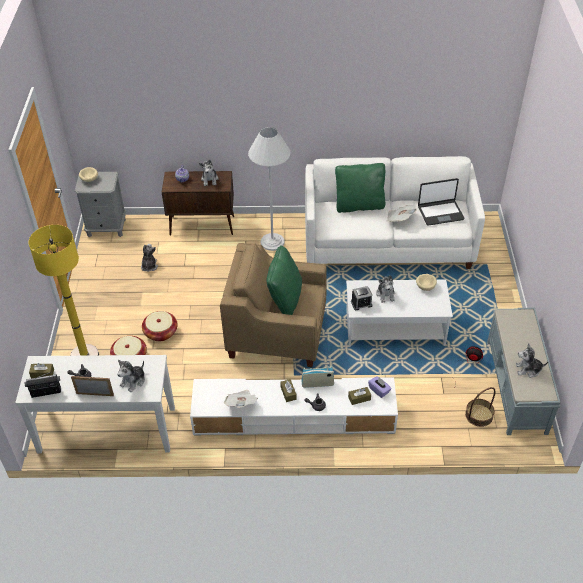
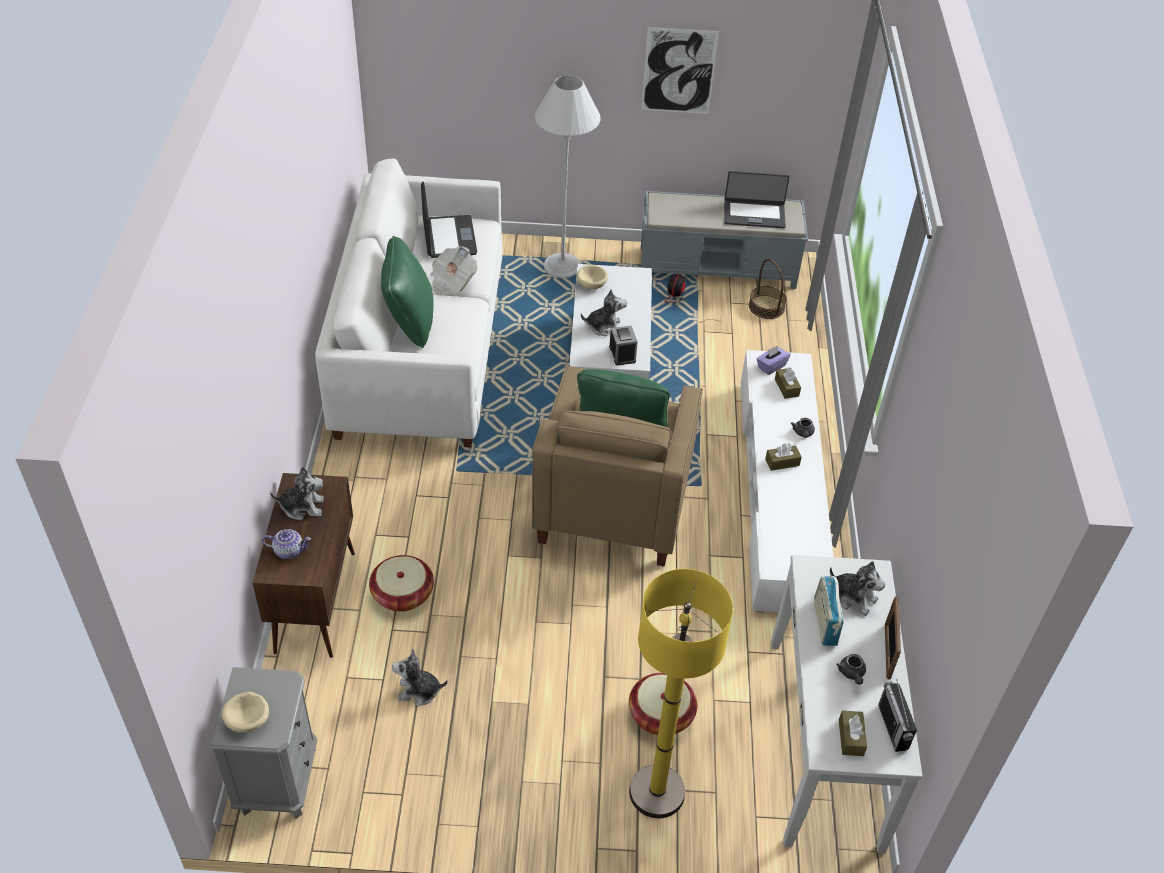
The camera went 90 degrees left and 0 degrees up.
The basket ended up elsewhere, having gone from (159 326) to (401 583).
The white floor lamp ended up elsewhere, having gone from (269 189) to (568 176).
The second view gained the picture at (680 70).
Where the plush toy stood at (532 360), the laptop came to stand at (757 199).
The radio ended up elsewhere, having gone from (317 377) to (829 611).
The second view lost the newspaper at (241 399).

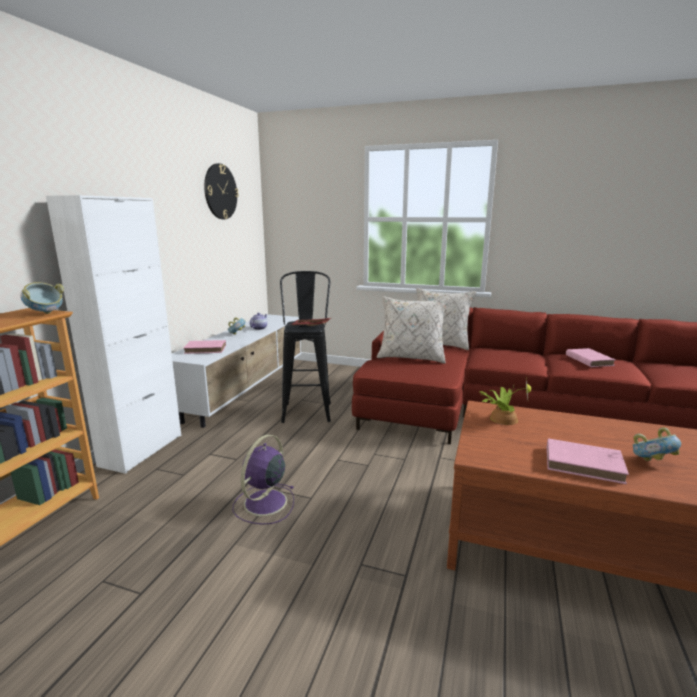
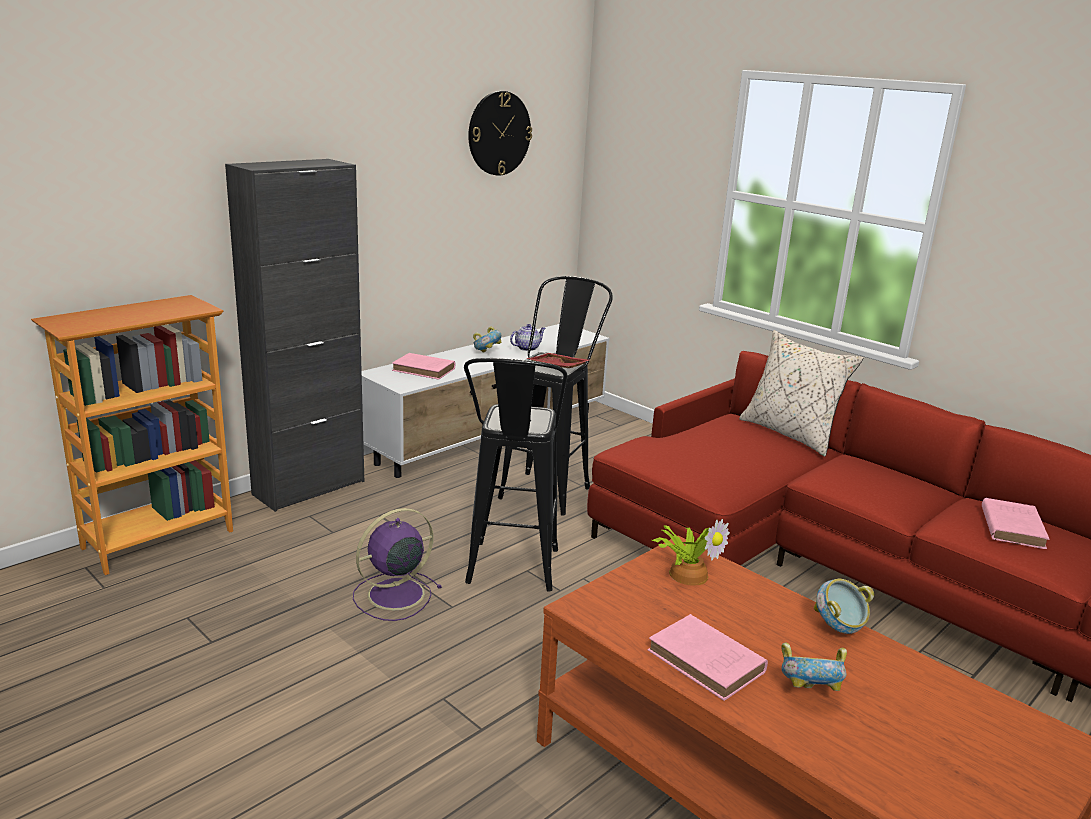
The camera went 25 degrees right and 5 degrees up.
What was the white cabinet at (113 334) turned into the black cabinet at (294 335).
The second view gained the black stool at (515 475).
The bowl ended up elsewhere, having gone from (42 298) to (844 606).
The second view lost the beige pillow at (413 330).

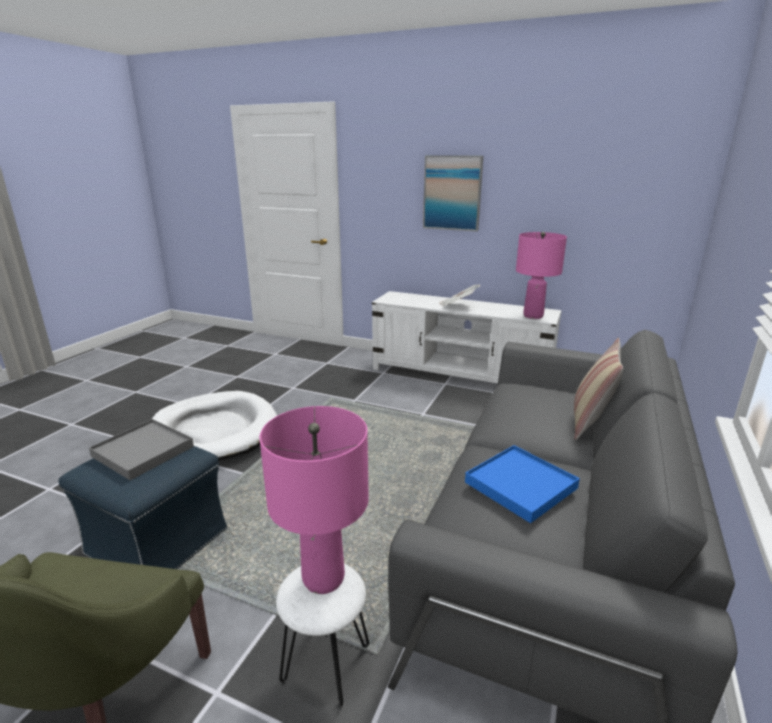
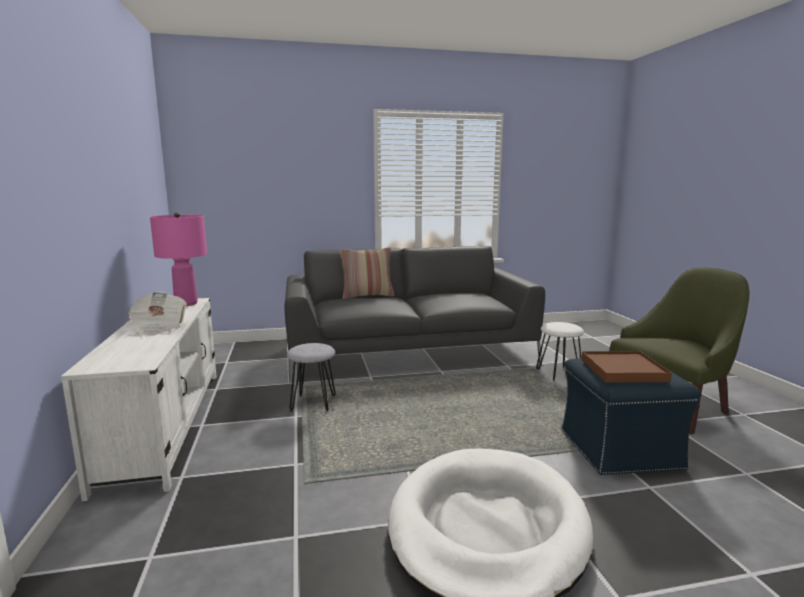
The camera went 125 degrees left and 10 degrees down.
The second view gained the grey stool at (311 377).
What was the grey tray at (141 449) turned into the brown tray at (626 367).
The second view lost the pink table lamp at (314 500).
The second view lost the picture at (453 193).
The second view lost the blue tray at (522 484).

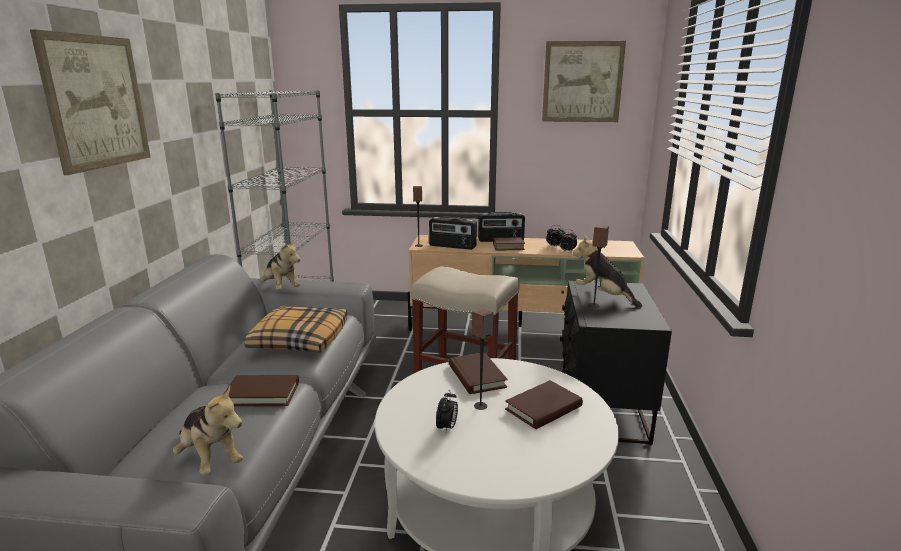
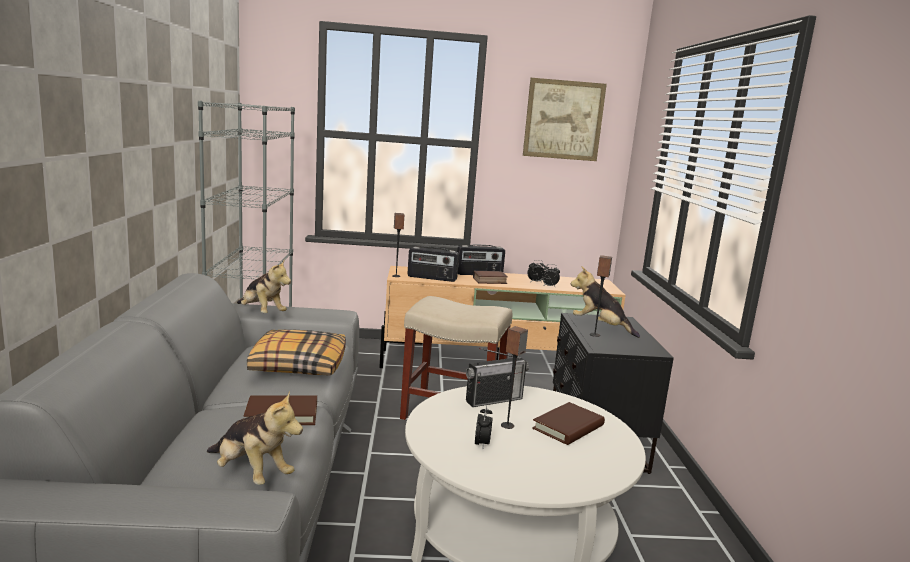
The camera went 10 degrees left and 5 degrees down.
Where the brown book stood at (478 373), the radio came to stand at (497 377).
The second view lost the picture at (90 102).

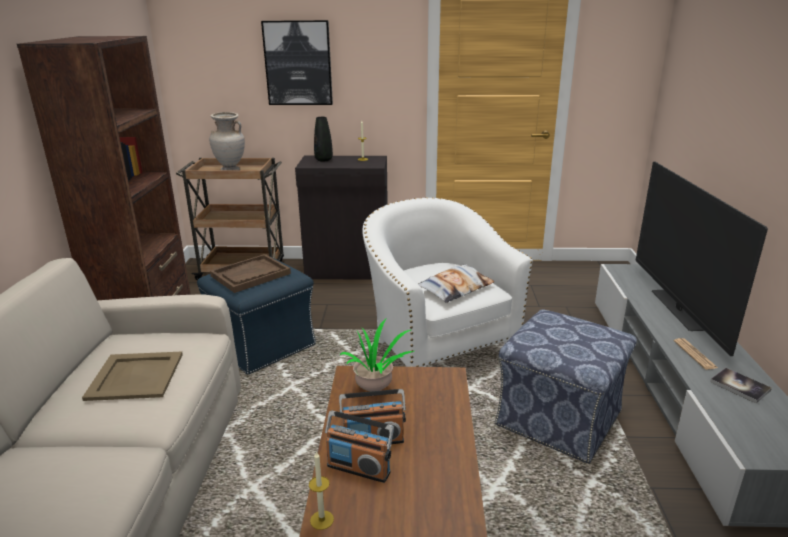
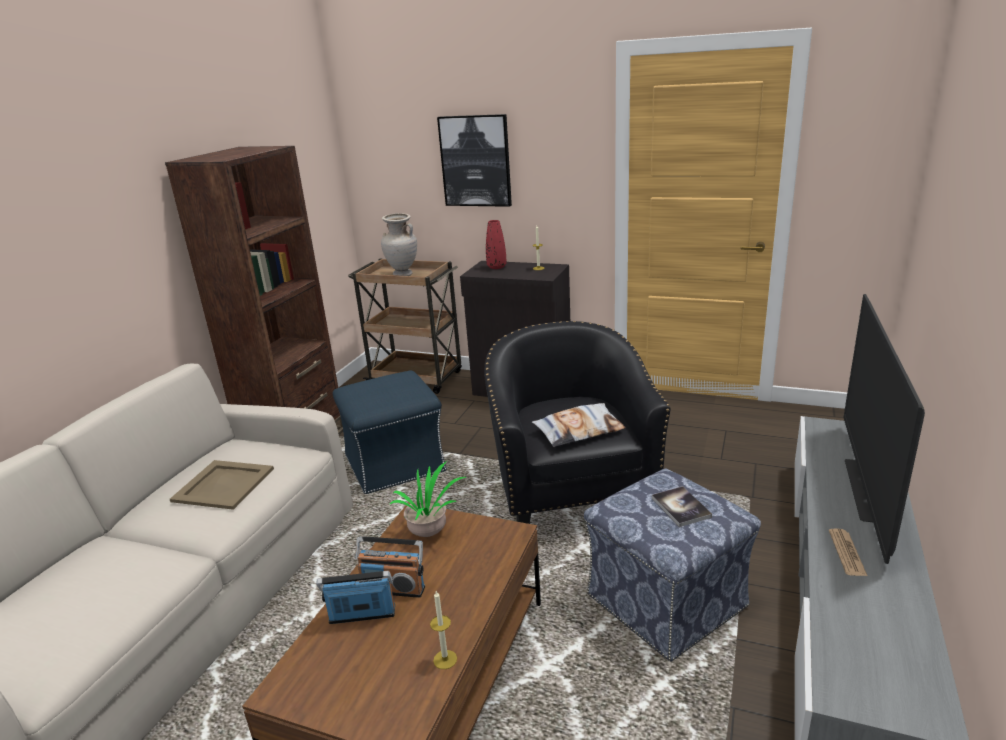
The camera went 20 degrees right and 0 degrees up.
The radio at (359 447) ended up facing another way, 135 degrees clockwise from before.
The candle ended up elsewhere, having gone from (321 490) to (443 630).
What was the white armchair at (447 282) turned into the black armchair at (577 422).
What was the black vase at (323 139) turned into the red vase at (496 244).
The book ended up elsewhere, having gone from (741 385) to (682 506).
The second view lost the brown tray at (250 273).

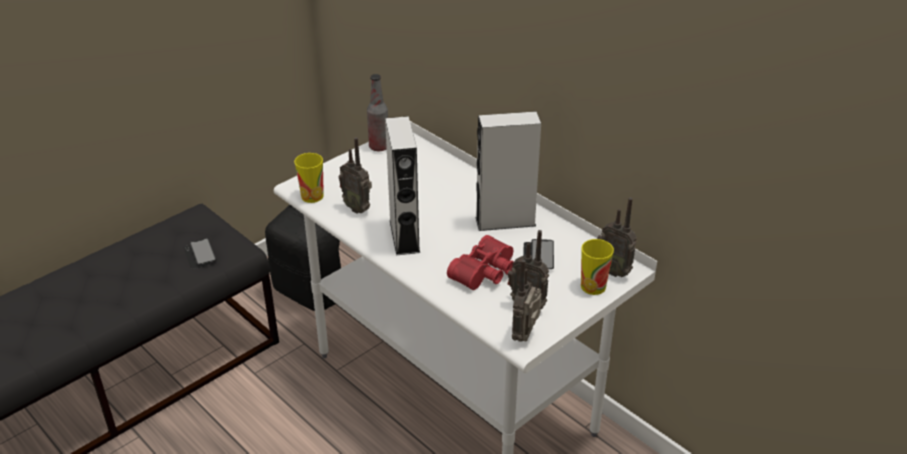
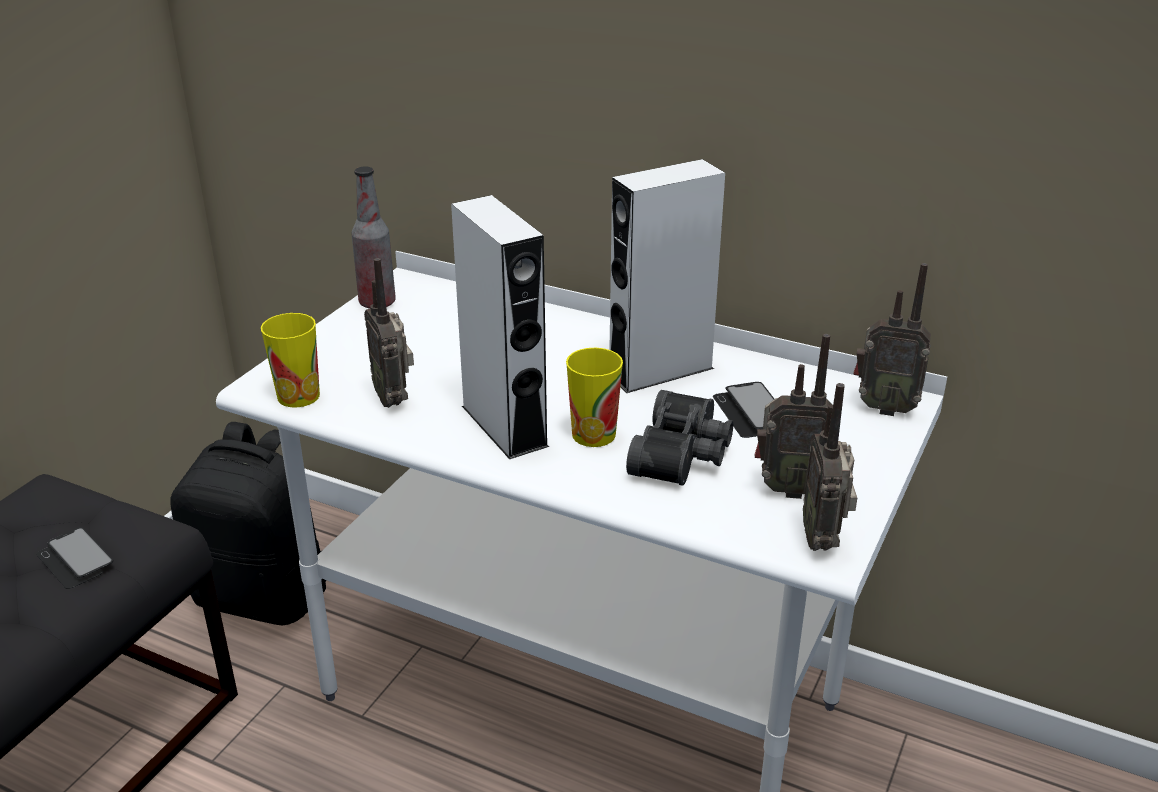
The camera went 20 degrees left and 5 degrees down.
The radio at (355 175) ended up facing another way, 45 degrees clockwise from before.
The cup ended up elsewhere, having gone from (597 267) to (594 397).
What was the red binoculars at (480 262) turned into the black binoculars at (680 438).

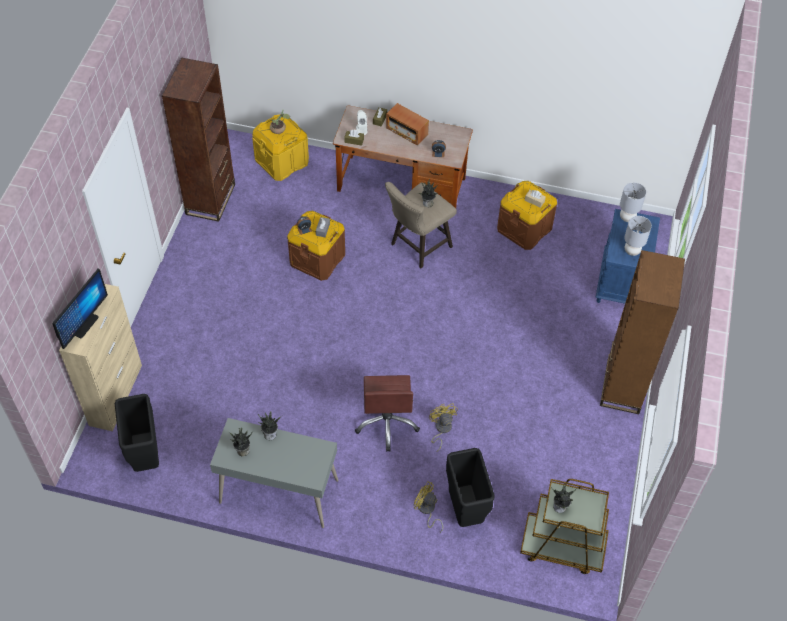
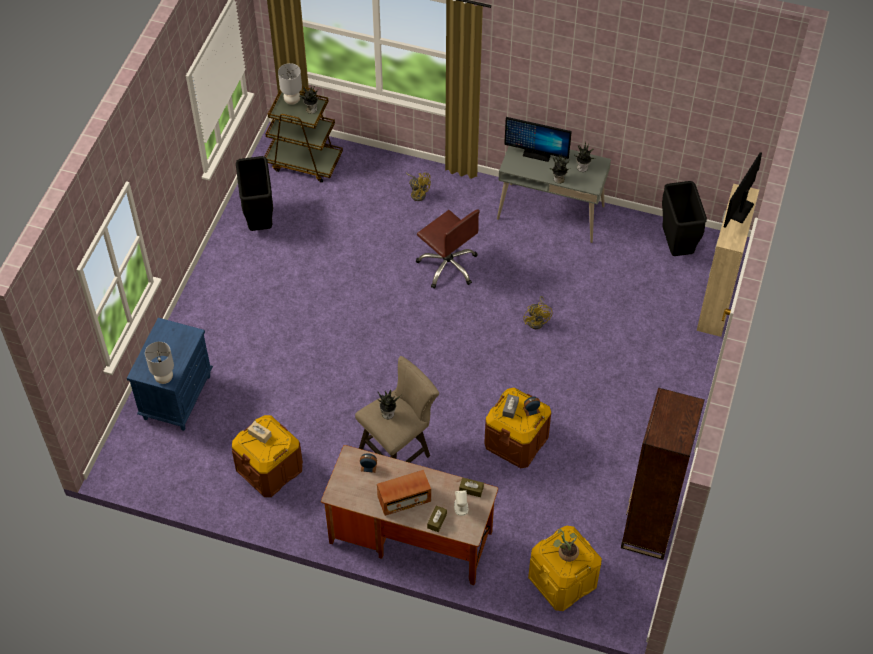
The camera went 175 degrees left and 0 degrees up.
The black trash can ended up elsewhere, having gone from (470 487) to (254 193).
The grey table lamp ended up elsewhere, having gone from (638 236) to (290 84).
The radio at (407 124) ended up facing another way, 120 degrees clockwise from before.
The brown office chair at (387 413) ended up facing another way, 135 degrees clockwise from before.
The second view gained the monitor at (538 139).
The yellow fan ended up elsewhere, having gone from (443 427) to (537 312).
The second view lost the brown bookcase at (642 332).

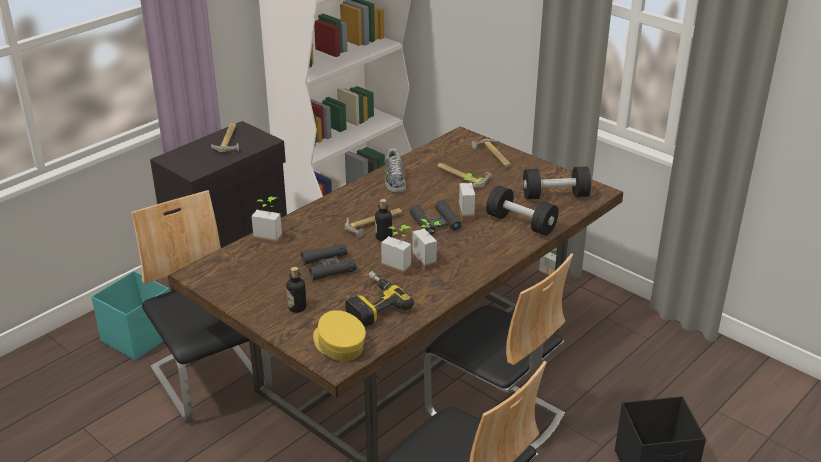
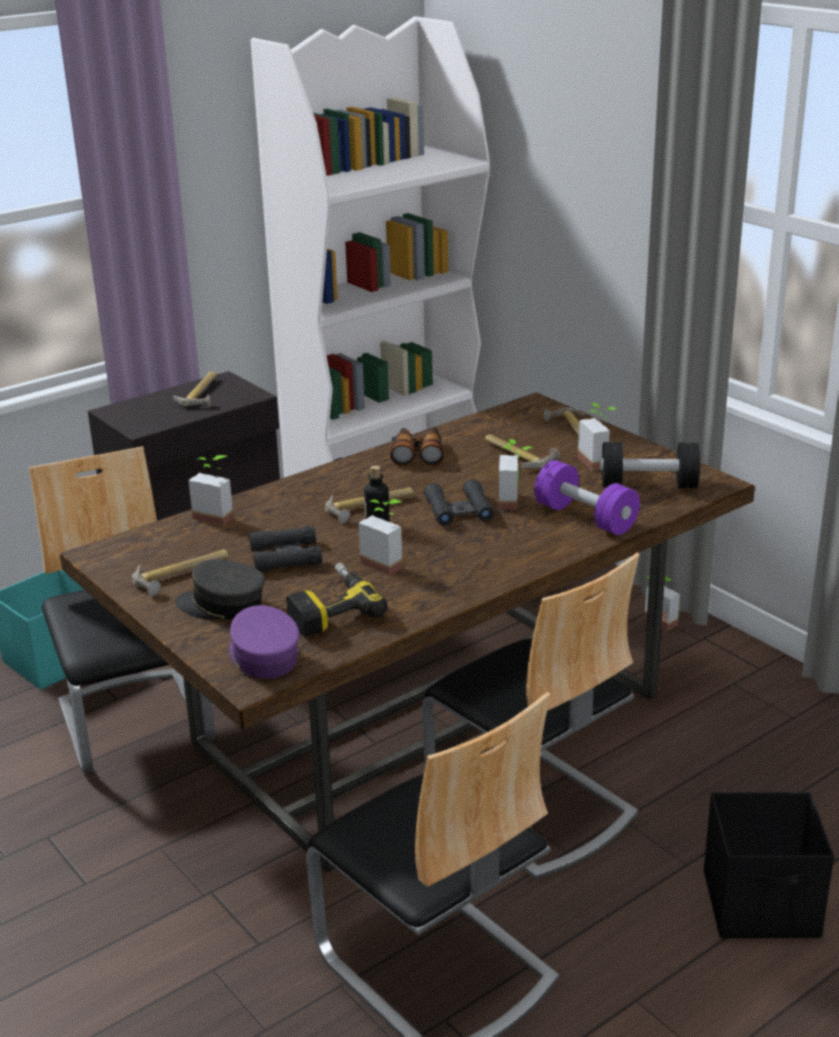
The camera went 10 degrees right and 5 degrees down.
The second view gained the hammer at (180 572).
Where the bottle stood at (296 290), the grey cap came to stand at (220 589).
What was the yellow cap at (339 335) turned into the purple cap at (264 642).
Where the shoe stood at (395 171), the binoculars came to stand at (417 447).
What was the black dumbbell at (522 210) turned into the purple dumbbell at (587 497).
The potted plant ended up elsewhere, having gone from (426 245) to (597 437).

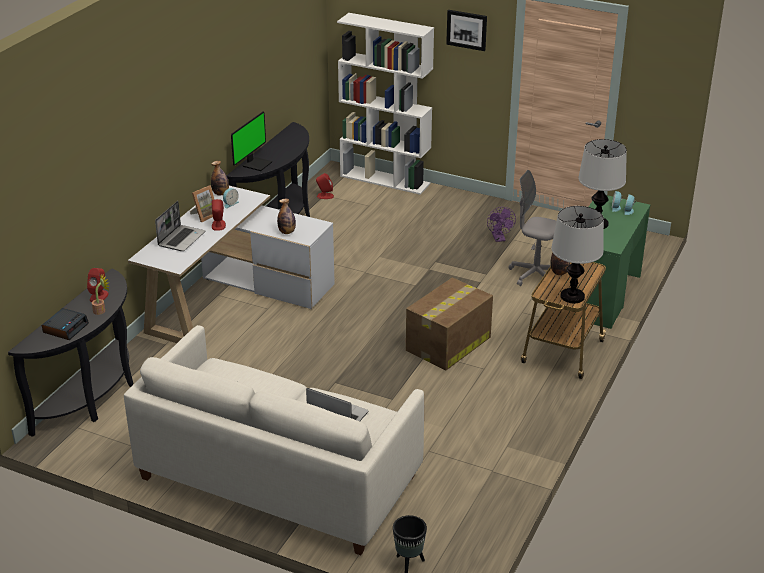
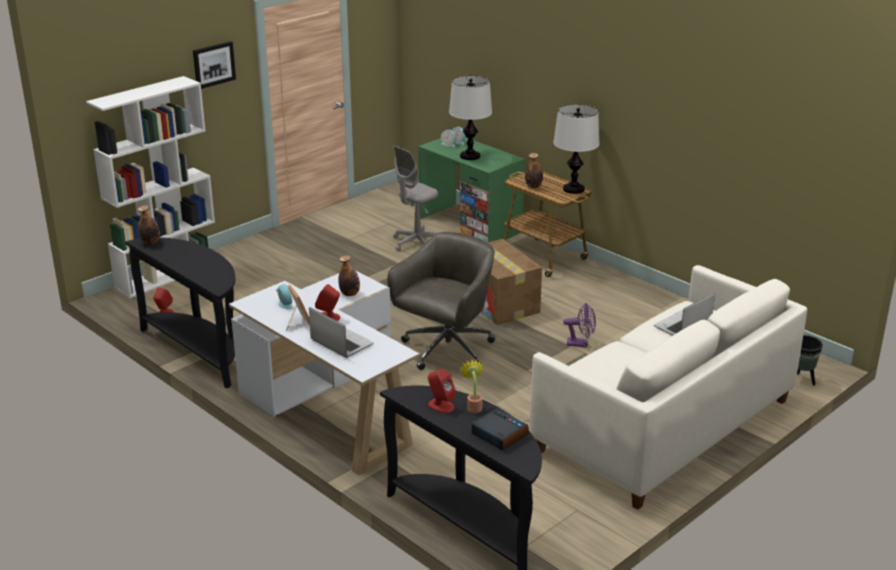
The camera went 70 degrees left and 5 degrees down.
The bottle ended up elsewhere, having gone from (220 178) to (149 225).
The second view gained the grey office chair at (441 301).
The purple fan ended up elsewhere, having gone from (501 224) to (579 325).
The second view lost the monitor at (251 141).

